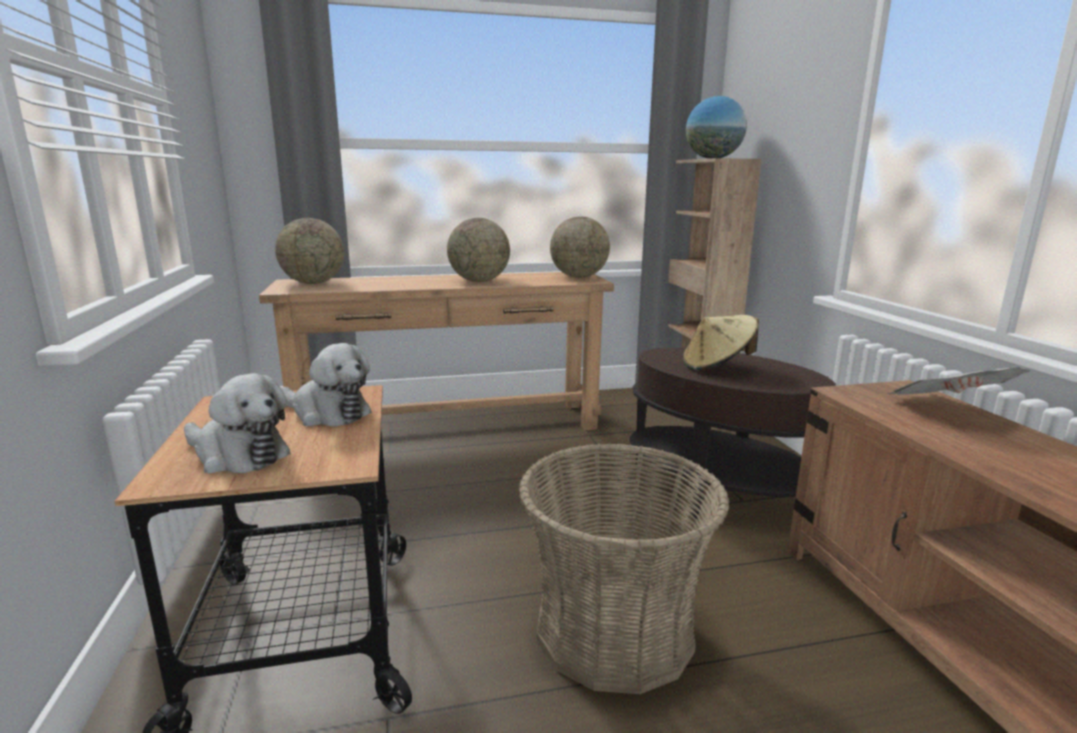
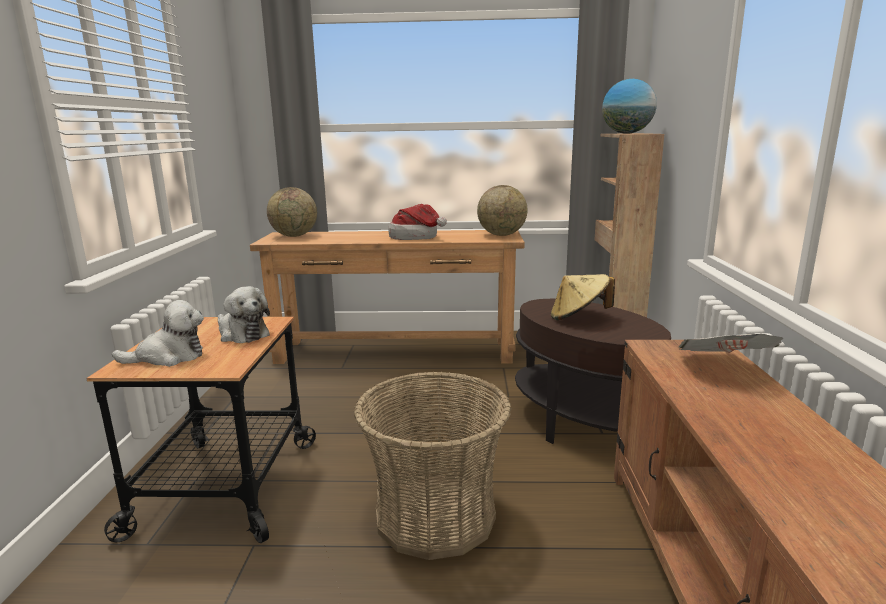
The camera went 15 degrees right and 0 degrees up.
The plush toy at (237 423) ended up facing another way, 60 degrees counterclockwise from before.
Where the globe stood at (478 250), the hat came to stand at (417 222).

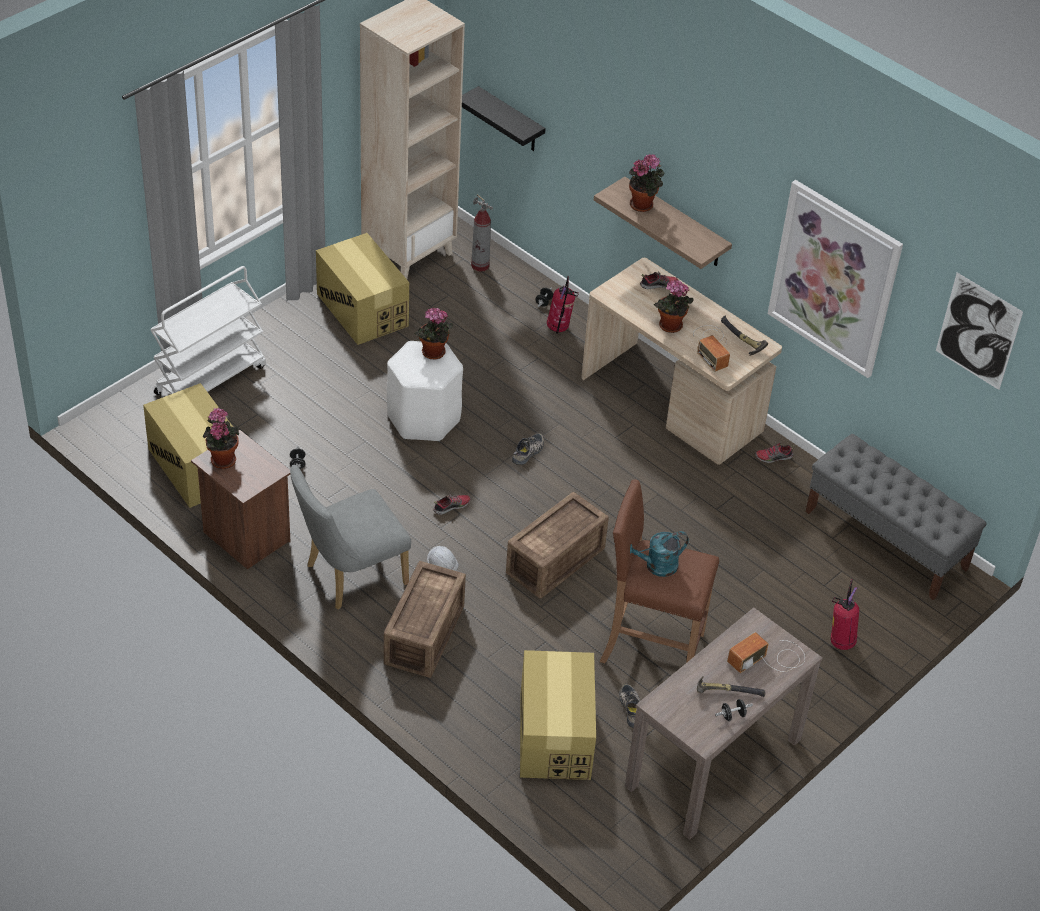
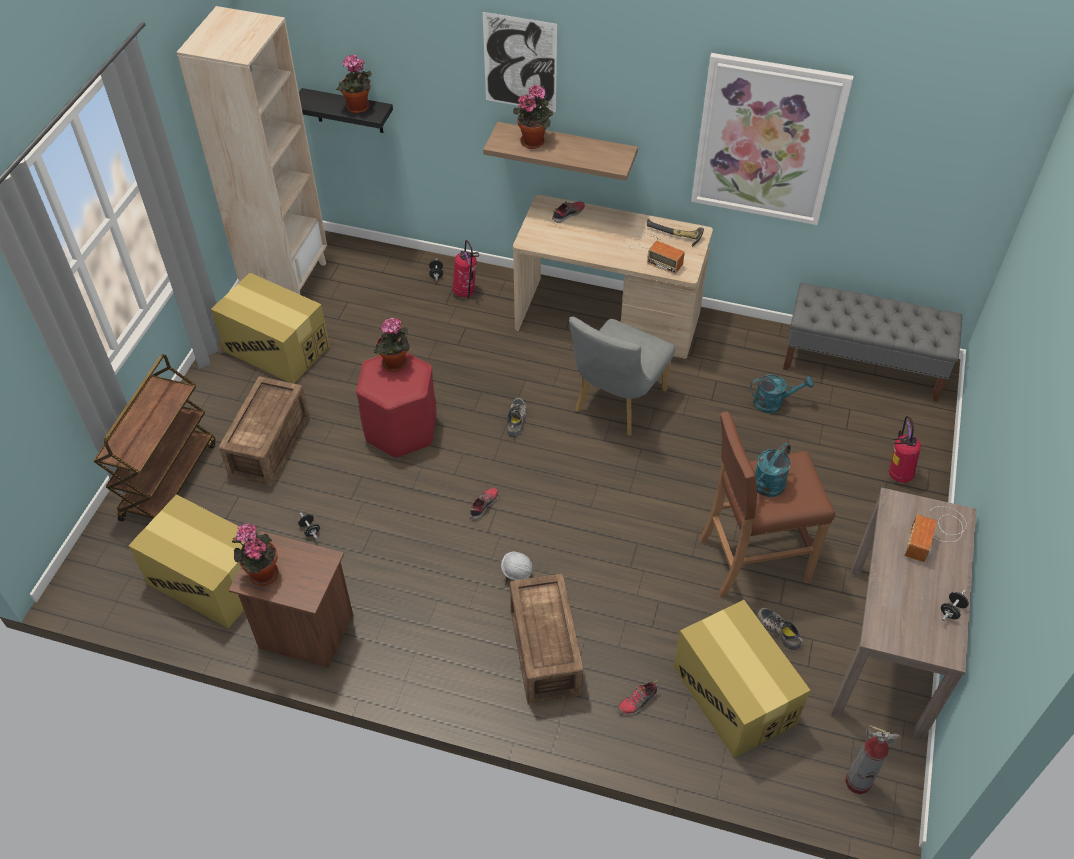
The camera went 25 degrees left and 5 degrees up.
What was the white cart at (208 330) turned into the brown cart at (154 437).
The crate ended up elsewhere, having gone from (557 545) to (264 431).
The potted plant ended up elsewhere, having gone from (674 306) to (354 84).
What was the white stool at (425 391) turned into the red stool at (396 405).
The picture ended up elsewhere, having gone from (979 331) to (520 62).
The grey chair ended up elsewhere, having gone from (350 537) to (622 376).
The shoe ended up elsewhere, having gone from (775 452) to (638 697).
The second view gained the turquoise watering can at (782 393).
The fire extinguisher ended up elsewhere, having gone from (482 233) to (872 759).
The second view lost the hammer at (731 687).

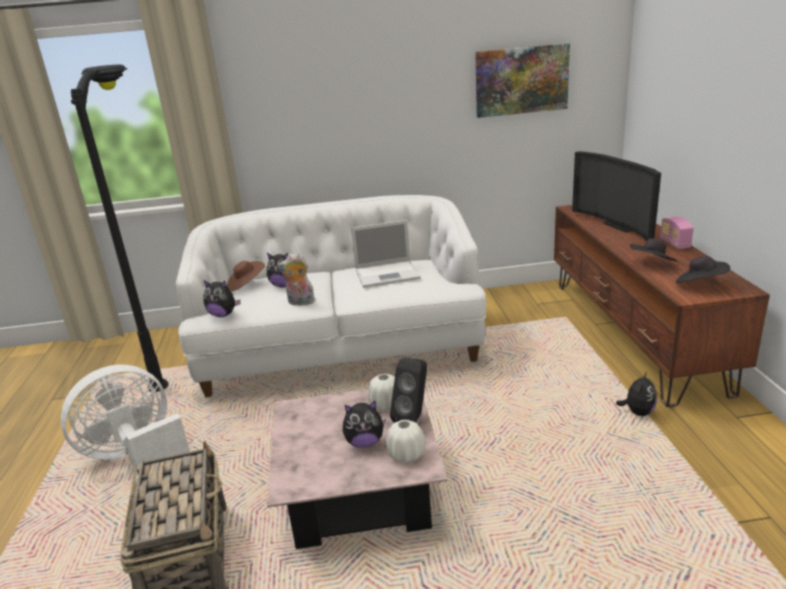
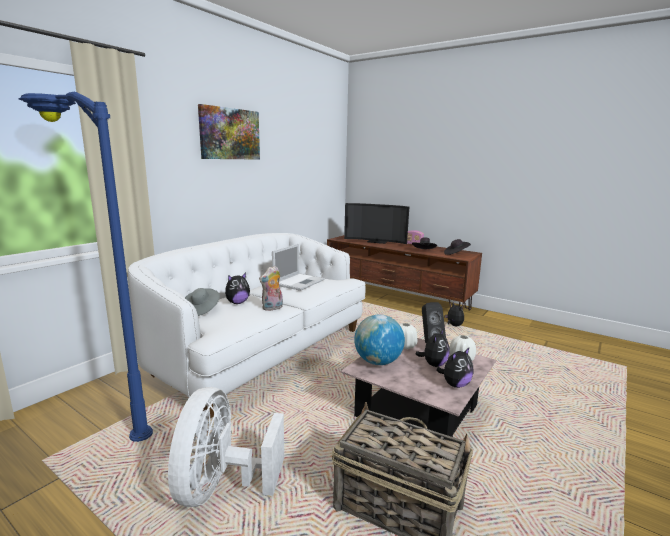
The camera went 50 degrees left and 10 degrees down.
What was the black floor lamp at (119 228) turned into the blue floor lamp at (86 267).
What was the brown hat at (246 276) turned into the grey hat at (202 302).
The picture ended up elsewhere, having gone from (522 80) to (229 132).
The second view gained the globe at (379 339).
The plush toy ended up elsewhere, having gone from (222 298) to (455 367).

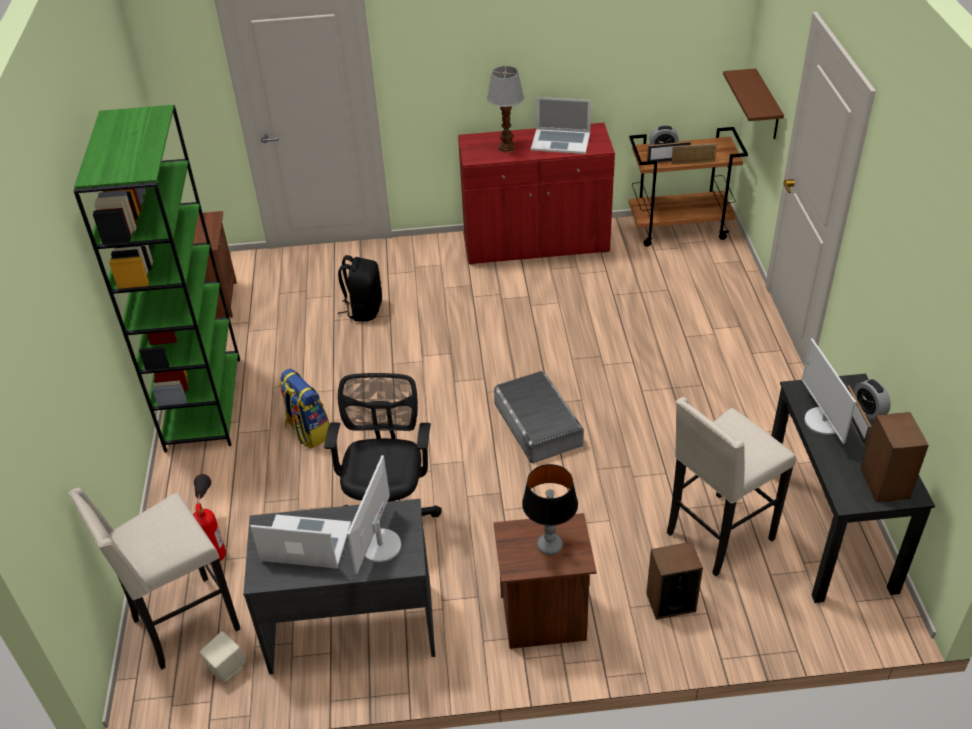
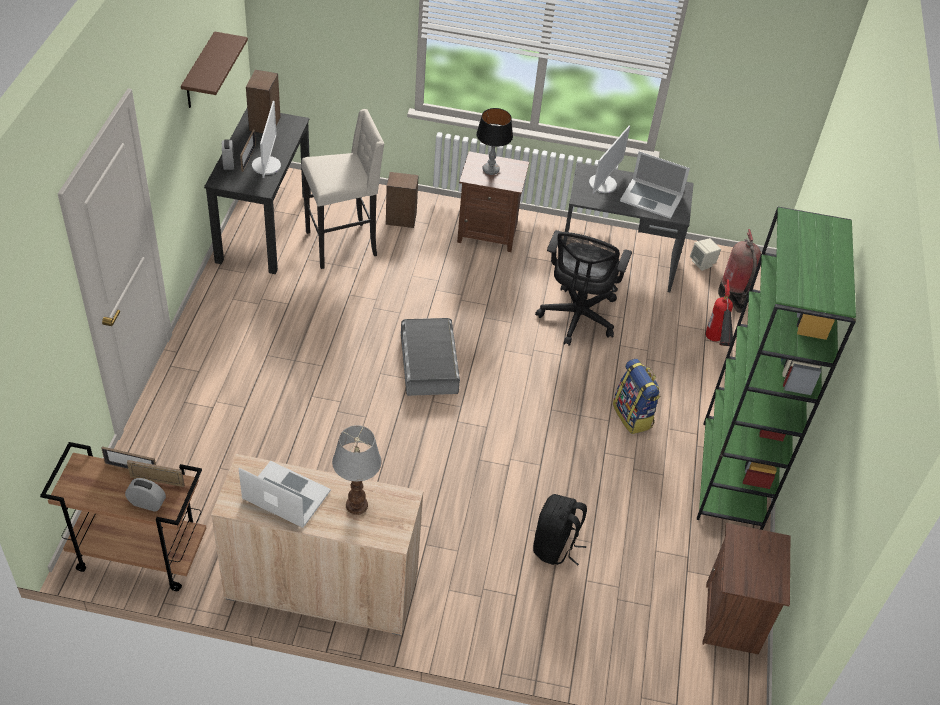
The camera went 170 degrees left and 5 degrees up.
The brown shelf ended up elsewhere, having gone from (753 103) to (214 69).
What was the red cabinet at (536 194) turned into the beige cabinet at (317 545).
Where the beige stool stood at (154 579), the fire extinguisher came to stand at (739 271).

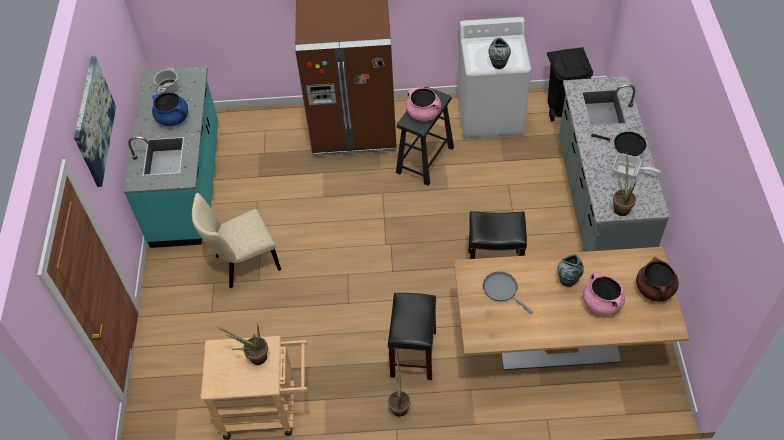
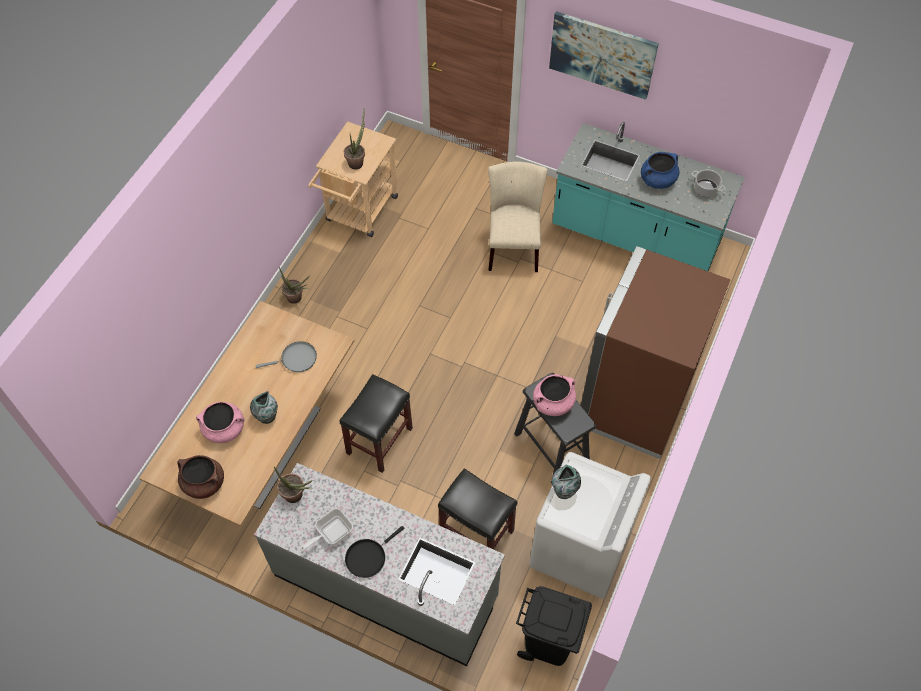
The camera went 115 degrees right and 5 degrees up.
The black stool ended up elsewhere, having gone from (411 336) to (478 508).

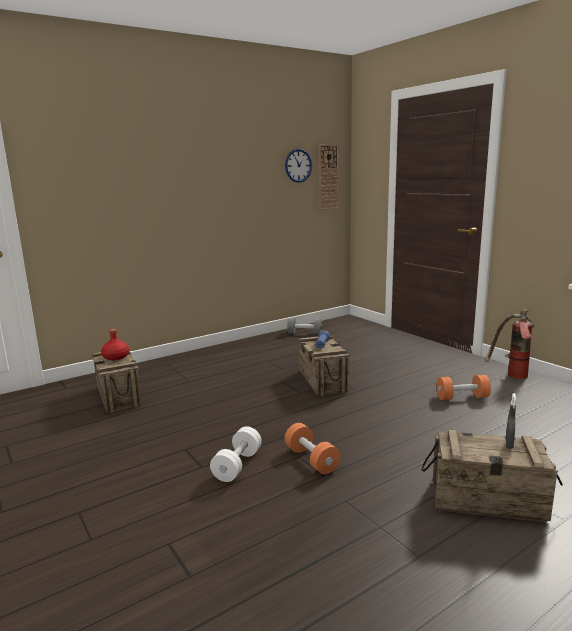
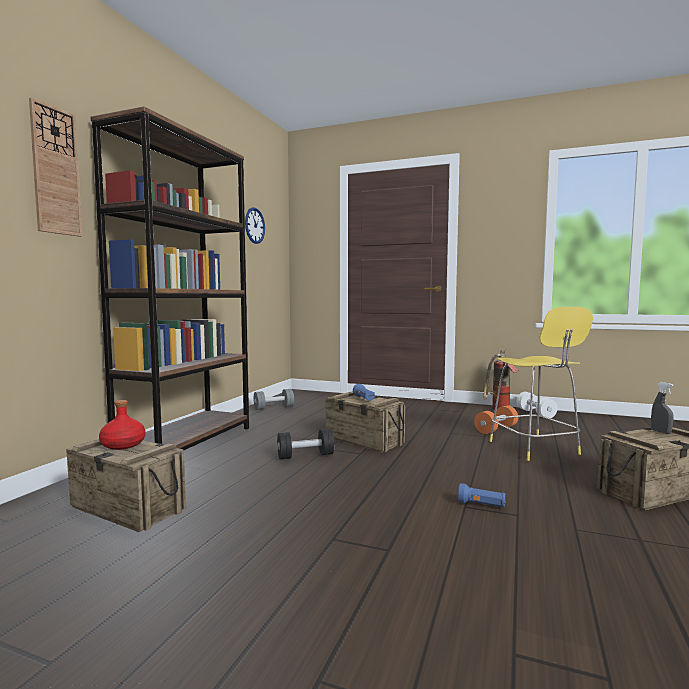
The camera went 35 degrees left and 10 degrees down.
The wall clock ended up elsewhere, having gone from (329 177) to (55 167).
The second view gained the brown bookcase at (170 278).
The second view gained the black dumbbell at (305 444).
Where the orange dumbbell stood at (312 448), the blue flashlight came to stand at (482 495).
The second view gained the yellow stool at (541 384).
The white dumbbell ended up elsewhere, having gone from (236 454) to (537 405).

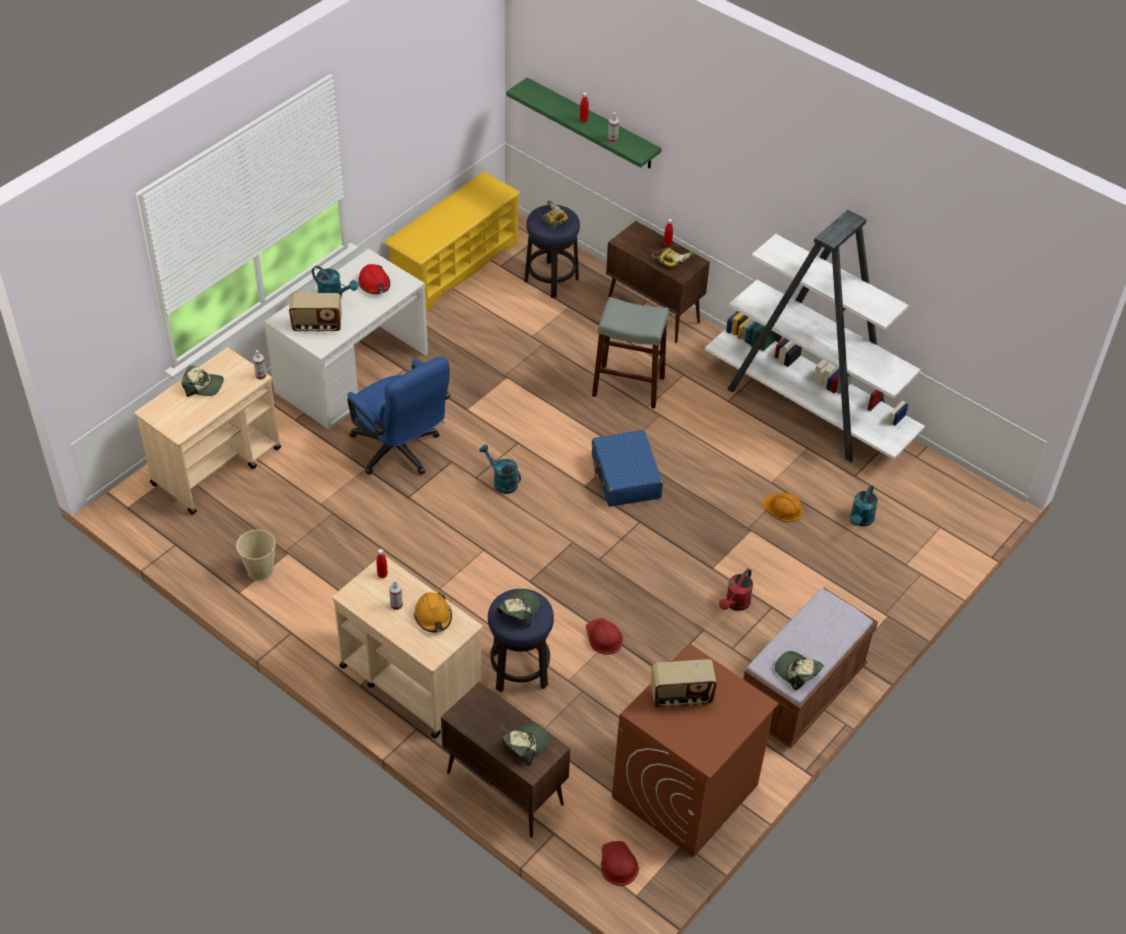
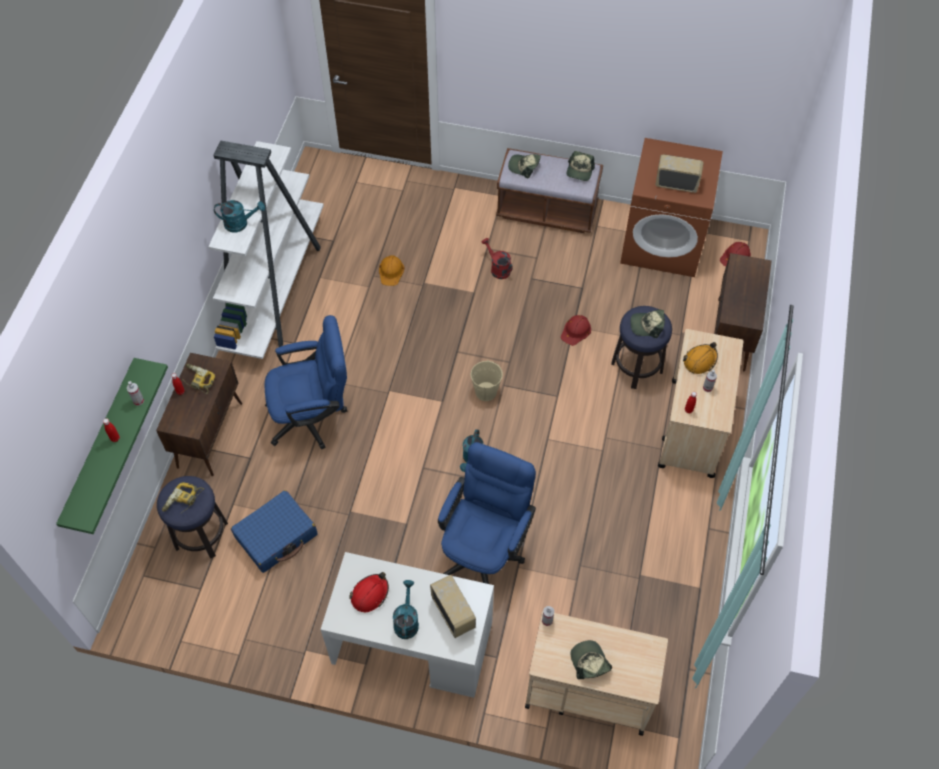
The camera went 115 degrees left and 10 degrees up.
The turquoise watering can ended up elsewhere, having gone from (864 505) to (239 216).
The blue suitcase ended up elsewhere, having gone from (627 468) to (274 531).
Where the grey stool stood at (630 353), the blue office chair came to stand at (306 382).
The beige bucket ended up elsewhere, having gone from (255 555) to (487 380).
The red watering can at (736 589) ended up facing another way, 135 degrees counterclockwise from before.
The cap ended up elsewhere, having gone from (525 744) to (524 166).
The radio at (684 683) ended up facing another way, 45 degrees counterclockwise from before.
The second view lost the yellow shoe rack at (452 242).

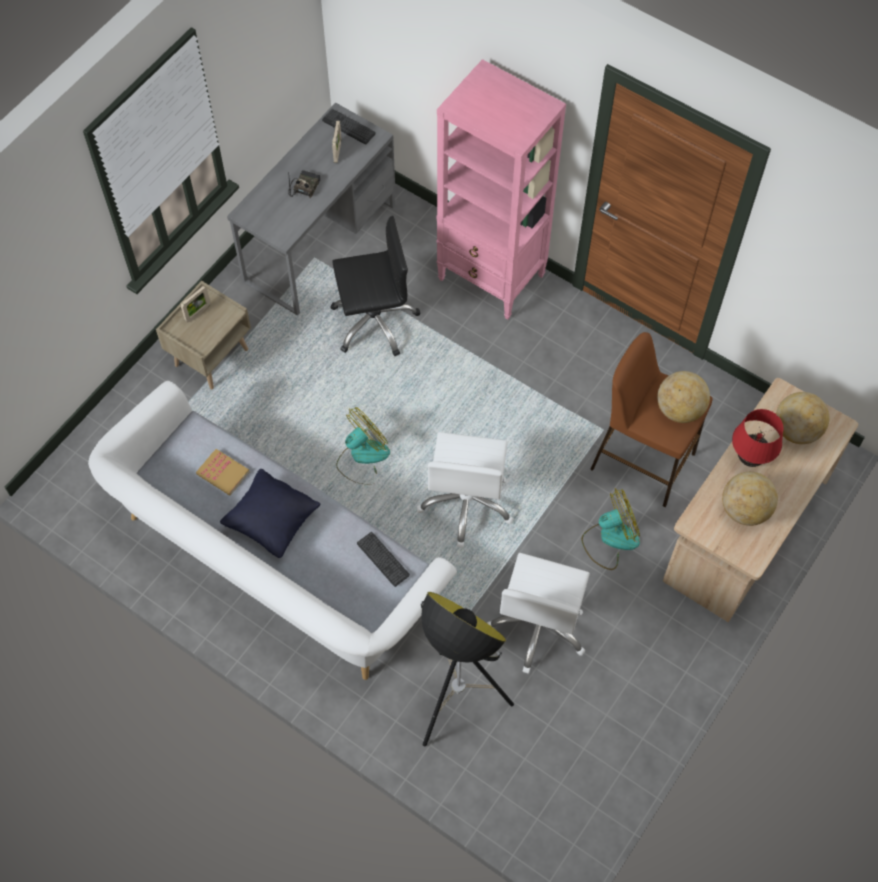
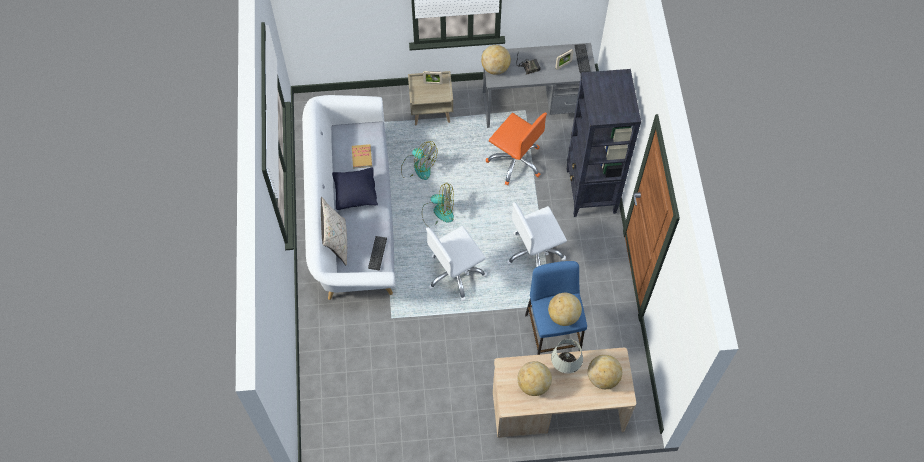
The camera went 50 degrees right and 0 degrees up.
The second view gained the beige pillow at (334 231).
The fan ended up elsewhere, having gone from (610 529) to (419 160).
The second view gained the globe at (496 60).
What was the black office chair at (375 286) turned into the orange office chair at (516 148).
The white office chair ended up elsewhere, having gone from (538 613) to (537 234).
What was the brown stool at (651 419) turned into the blue stool at (556 308).
What was the red table lamp at (757 438) turned into the white table lamp at (567 356).
What was the pink bookcase at (501 189) turned into the black bookcase at (603 143).
The second view lost the floor lamp at (467 669).

